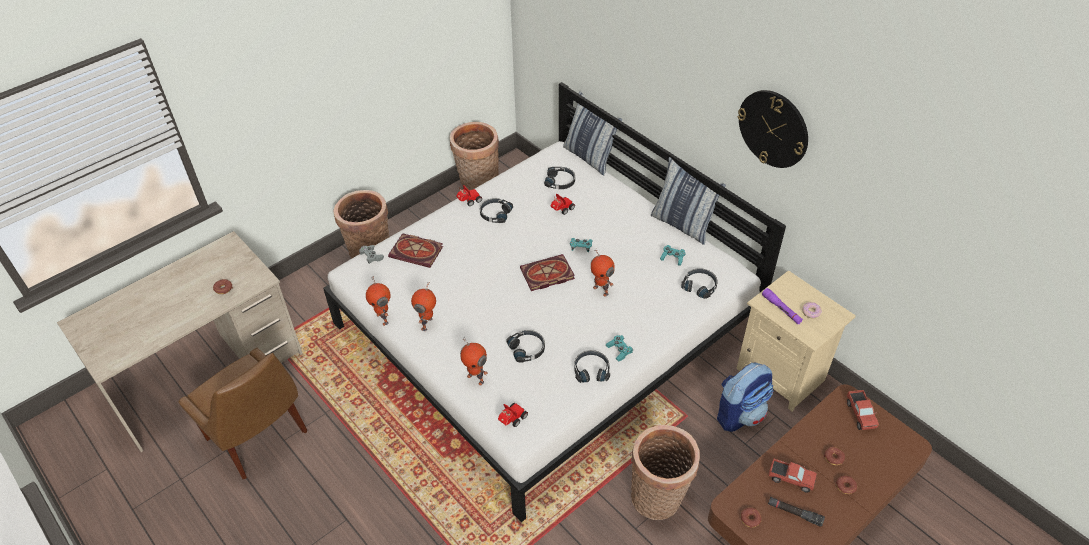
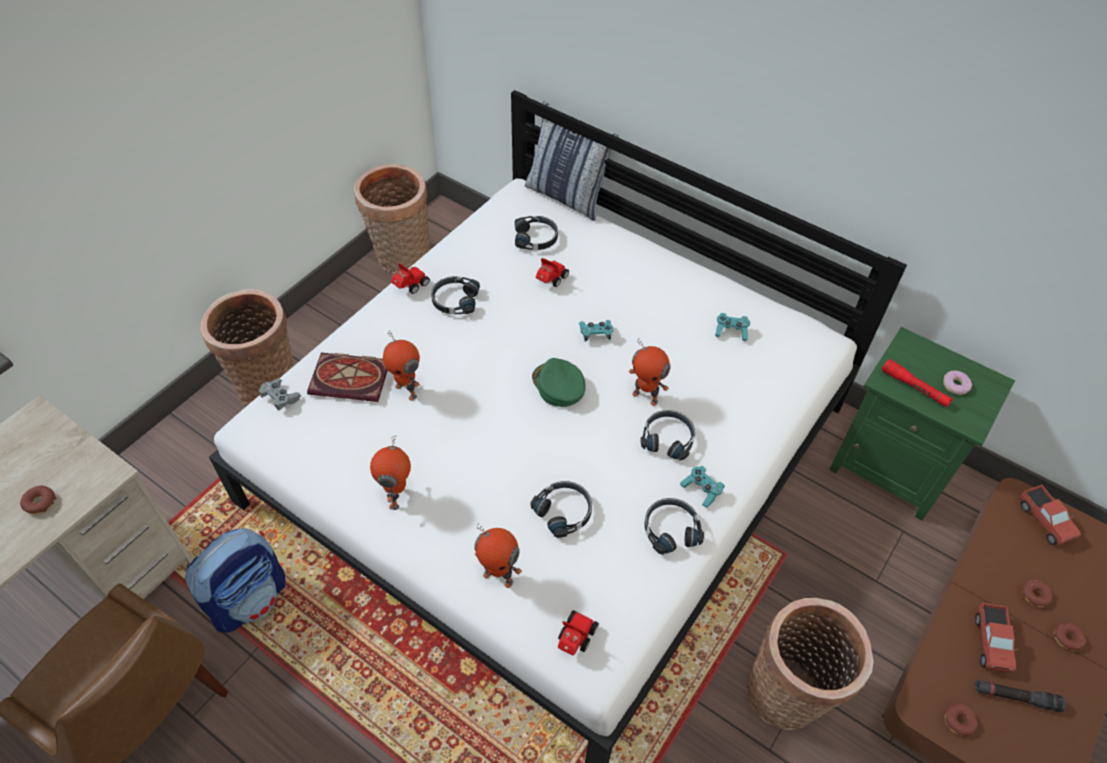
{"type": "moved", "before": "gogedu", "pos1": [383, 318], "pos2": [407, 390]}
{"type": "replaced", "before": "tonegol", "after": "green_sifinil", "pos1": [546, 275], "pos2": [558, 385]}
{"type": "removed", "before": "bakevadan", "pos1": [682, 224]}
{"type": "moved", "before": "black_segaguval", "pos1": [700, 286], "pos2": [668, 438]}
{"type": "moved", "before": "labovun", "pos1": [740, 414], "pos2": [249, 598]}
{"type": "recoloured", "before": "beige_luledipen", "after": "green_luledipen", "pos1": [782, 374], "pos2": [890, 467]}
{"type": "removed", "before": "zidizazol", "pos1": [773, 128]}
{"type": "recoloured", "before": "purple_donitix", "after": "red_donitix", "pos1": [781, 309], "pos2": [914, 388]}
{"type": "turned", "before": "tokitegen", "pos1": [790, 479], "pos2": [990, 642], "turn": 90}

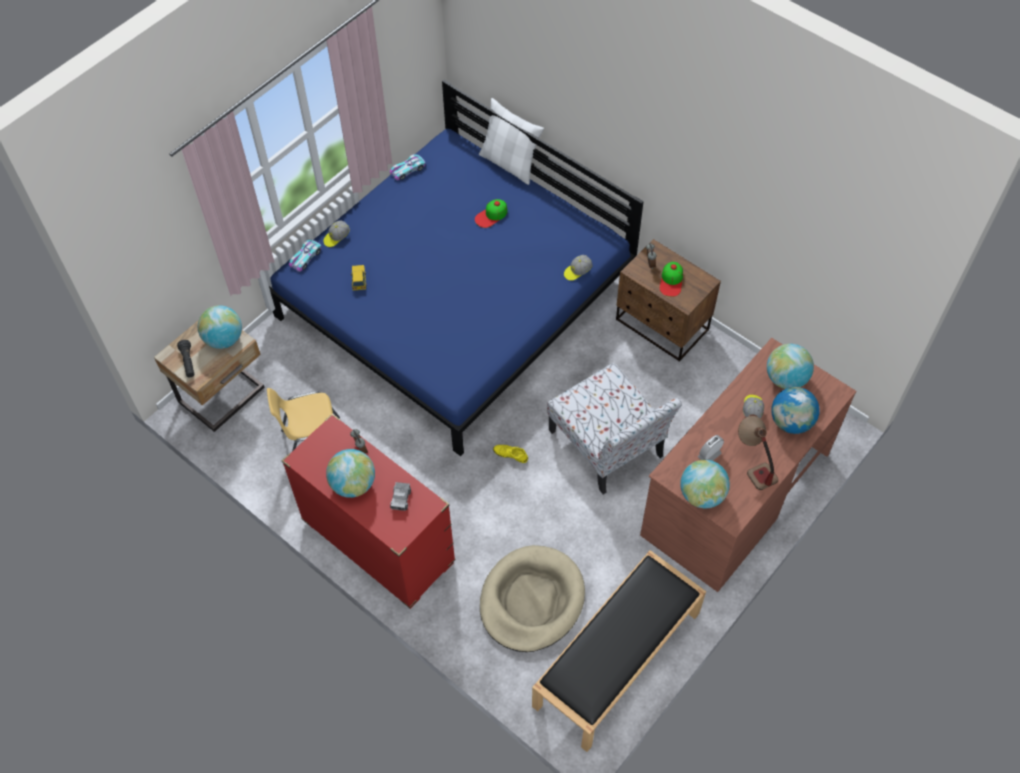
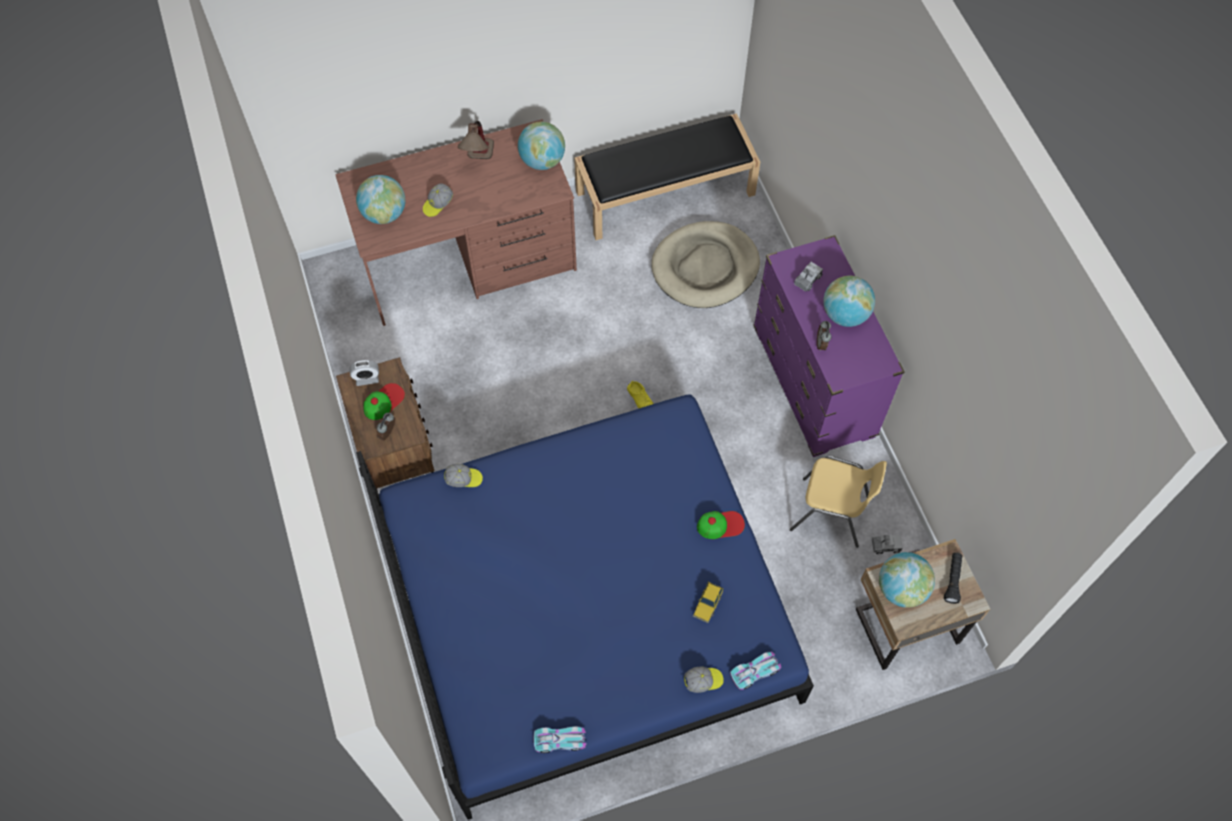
{"type": "recoloured", "before": "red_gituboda", "after": "purple_gituboda", "pos1": [378, 542], "pos2": [813, 383]}
{"type": "moved", "before": "sifinil", "pos1": [491, 215], "pos2": [720, 525]}
{"type": "removed", "before": "white_bakevadan", "pos1": [509, 164]}
{"type": "removed", "before": "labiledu", "pos1": [607, 445]}
{"type": "moved", "before": "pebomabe", "pos1": [709, 455], "pos2": [367, 378]}
{"type": "removed", "before": "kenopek", "pos1": [791, 422]}
{"type": "added", "after": "tokitegen", "pos2": [885, 546]}

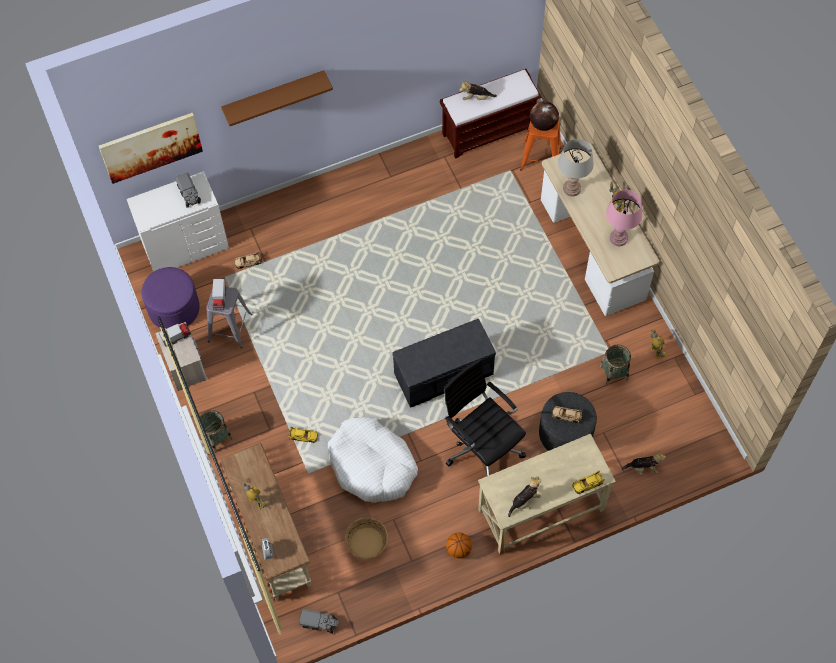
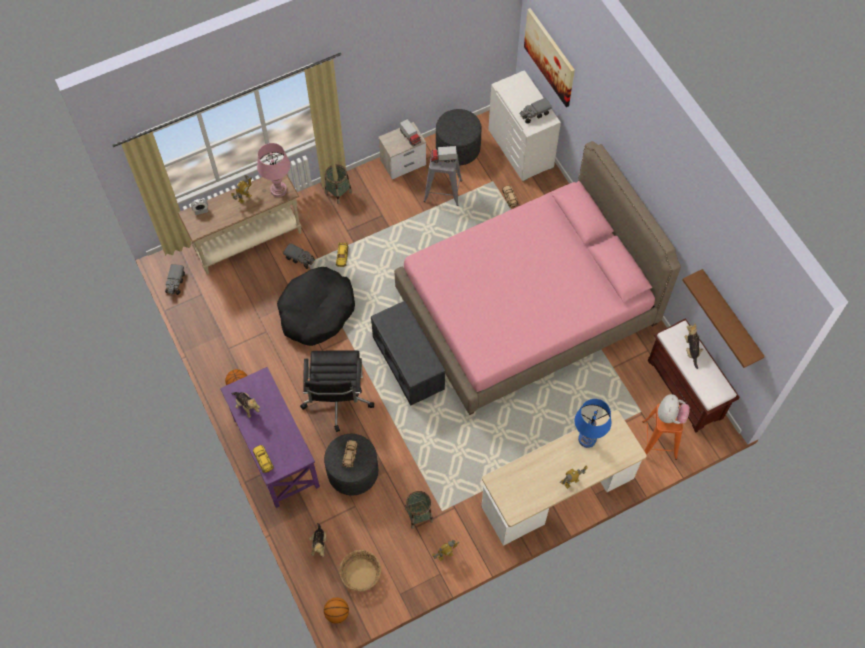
{"type": "recoloured", "before": "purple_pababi", "after": "grey_pababi", "pos1": [174, 309], "pos2": [458, 148]}
{"type": "moved", "before": "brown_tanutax", "pos1": [274, 95], "pos2": [730, 317]}
{"type": "recoloured", "before": "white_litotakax", "after": "black_litotakax", "pos1": [372, 465], "pos2": [316, 311]}
{"type": "moved", "before": "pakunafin", "pos1": [367, 542], "pos2": [361, 574]}
{"type": "turned", "before": "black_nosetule", "pos1": [482, 446], "pos2": [337, 399], "turn": 135}
{"type": "recoloured", "before": "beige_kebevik", "after": "purple_kebevik", "pos1": [541, 510], "pos2": [275, 452]}
{"type": "replaced", "before": "kenopek", "after": "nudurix", "pos1": [543, 124], "pos2": [670, 416]}
{"type": "recoloured", "before": "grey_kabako", "after": "blue_kabako", "pos1": [571, 189], "pos2": [587, 439]}
{"type": "moved", "before": "pink_kabako", "pos1": [618, 238], "pos2": [278, 190]}
{"type": "added", "after": "tokitegen", "pos2": [300, 259]}
{"type": "added", "after": "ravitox", "pos2": [337, 613]}
{"type": "added", "after": "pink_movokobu", "pos2": [526, 308]}

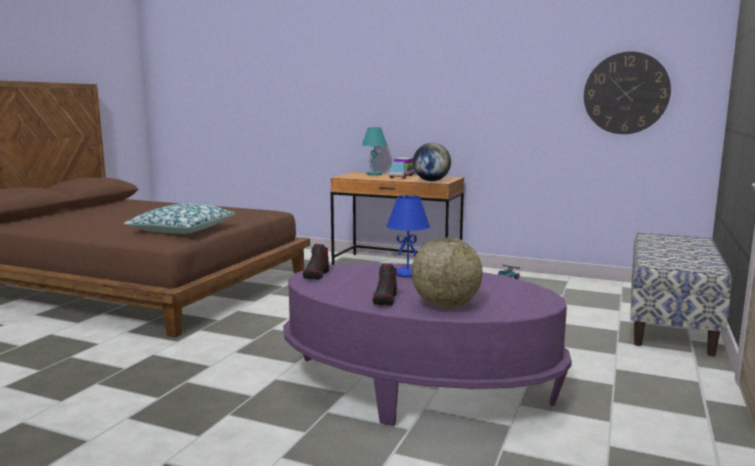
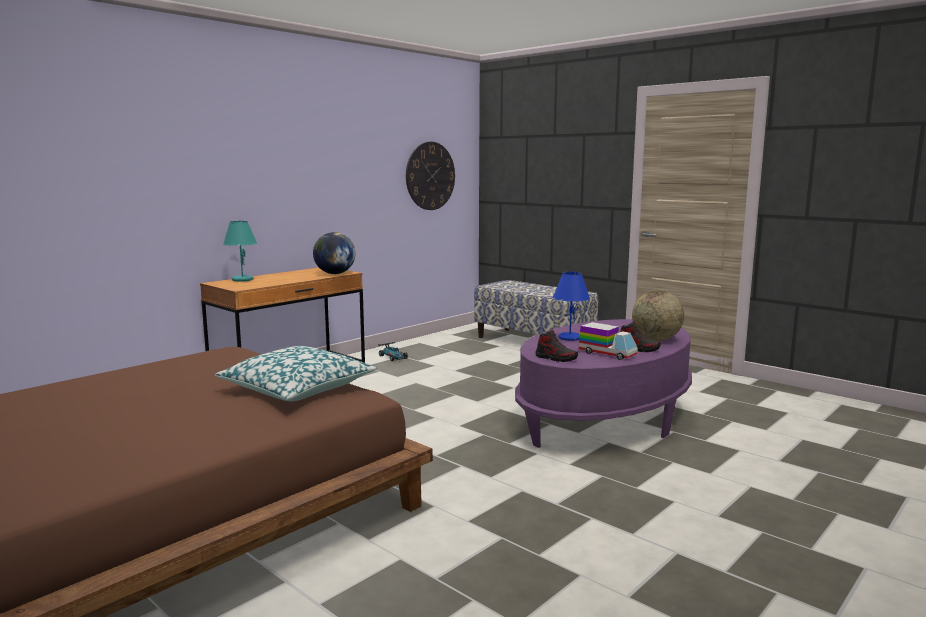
{"type": "moved", "before": "tokitegen", "pos1": [401, 176], "pos2": [607, 353]}

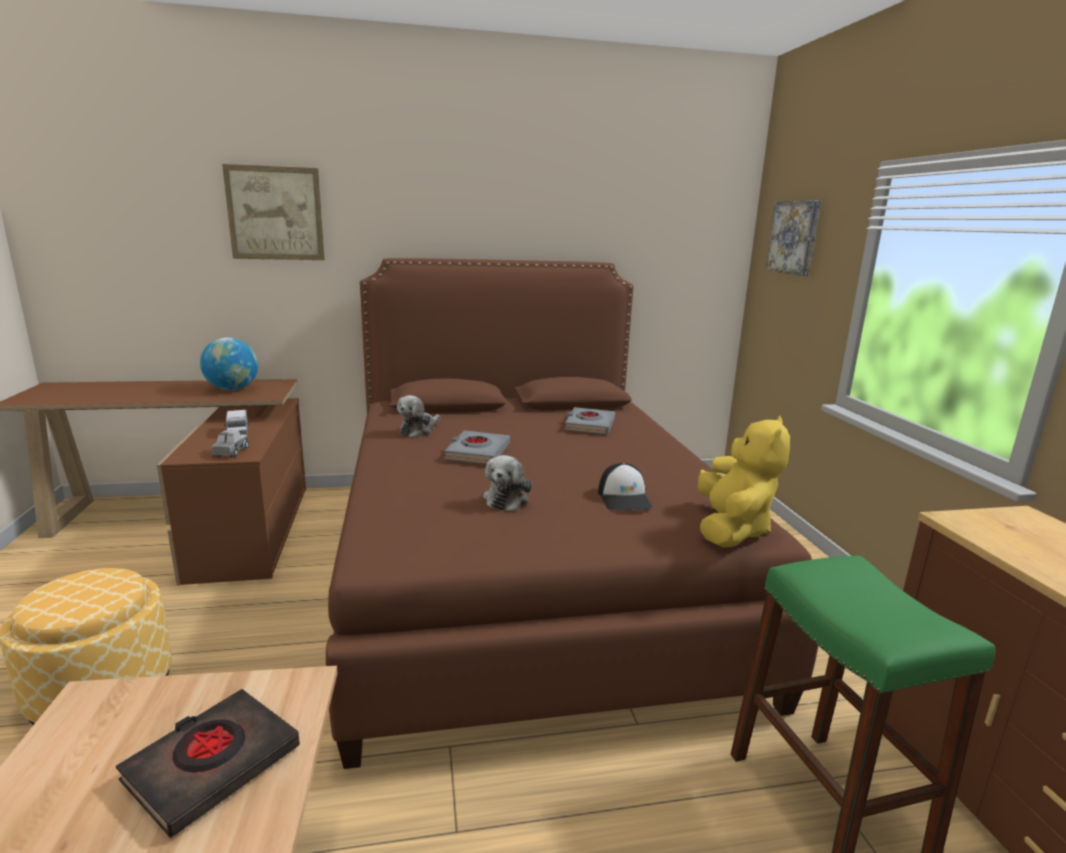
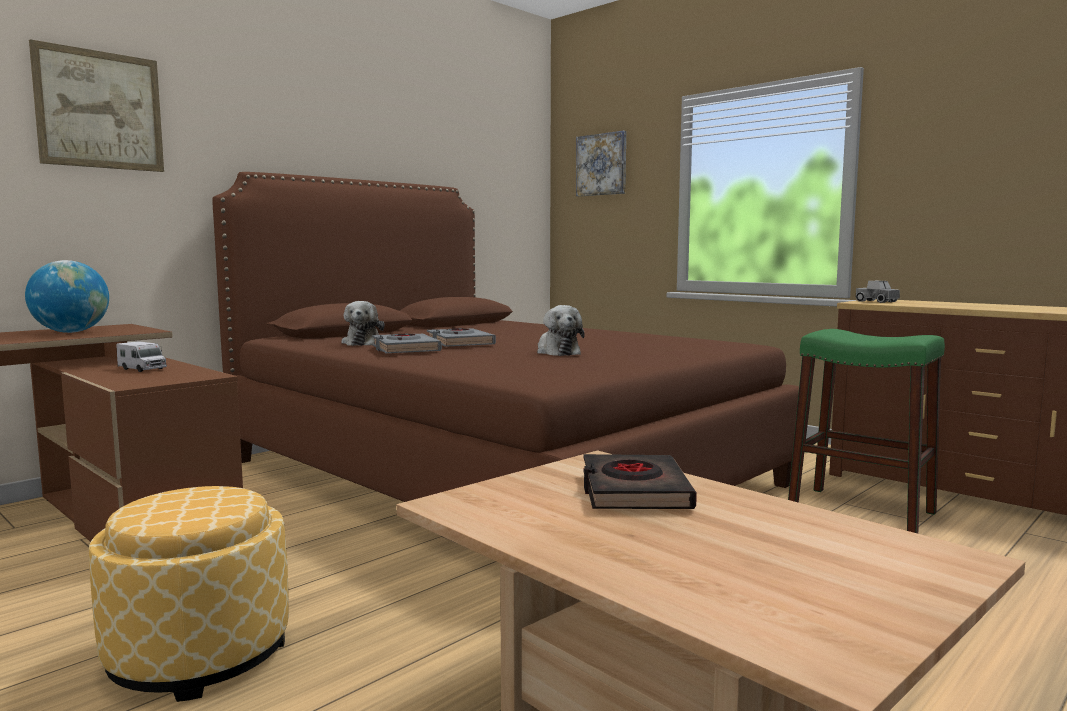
{"type": "moved", "before": "tokitegen", "pos1": [231, 452], "pos2": [877, 301]}
{"type": "moved", "before": "grey_tonegol", "pos1": [589, 425], "pos2": [405, 349]}
{"type": "removed", "before": "sifinil", "pos1": [625, 498]}
{"type": "removed", "before": "yellow_nudurix", "pos1": [731, 529]}

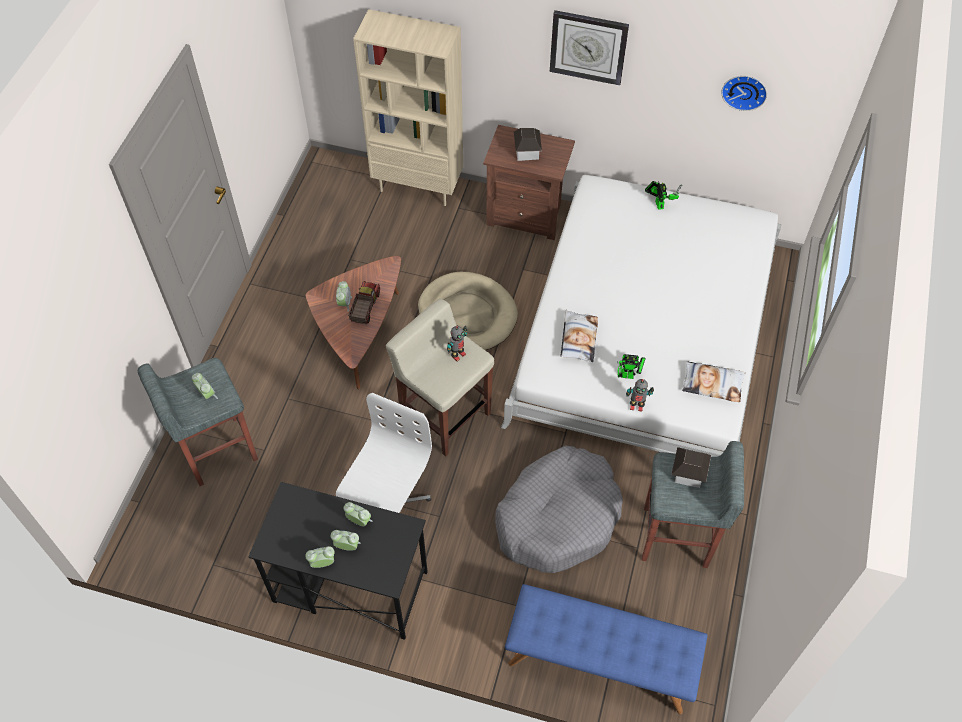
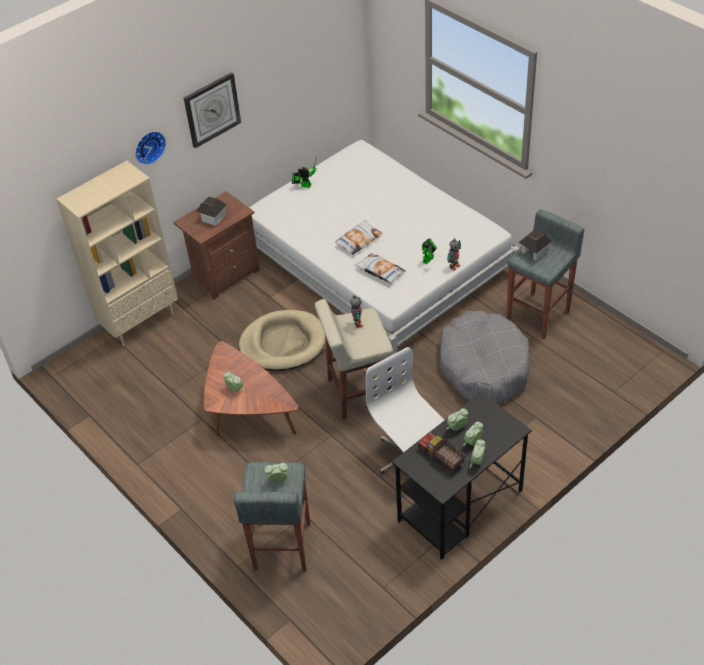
{"type": "moved", "before": "tokitegen", "pos1": [364, 308], "pos2": [441, 457]}
{"type": "removed", "before": "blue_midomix", "pos1": [600, 662]}
{"type": "moved", "before": "bakevadan", "pos1": [712, 384], "pos2": [358, 240]}
{"type": "moved", "before": "zidizazol", "pos1": [744, 90], "pos2": [148, 146]}

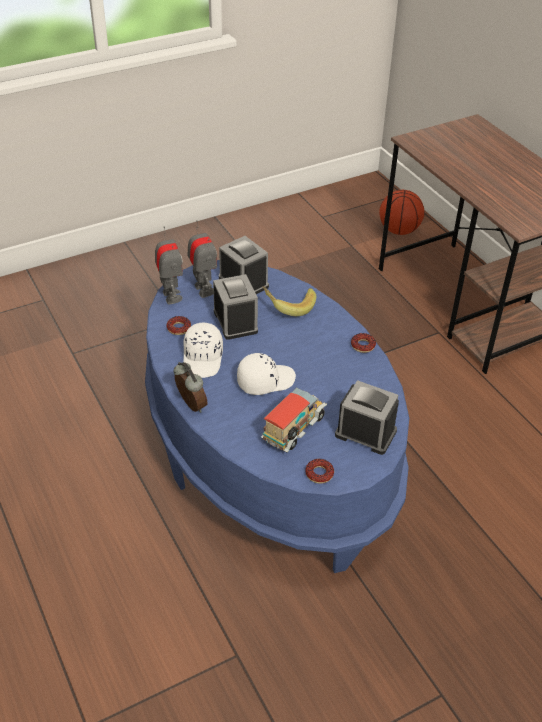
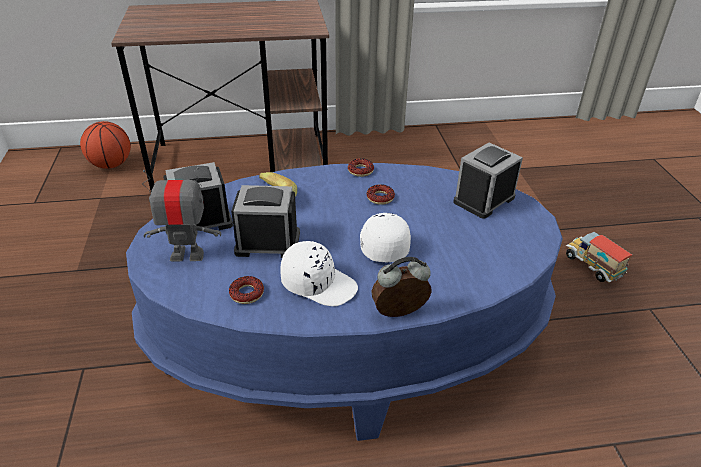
{"type": "removed", "before": "gogedu", "pos1": [171, 296]}
{"type": "moved", "before": "tokitegen", "pos1": [294, 431], "pos2": [593, 267]}
{"type": "moved", "before": "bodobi", "pos1": [319, 474], "pos2": [380, 198]}

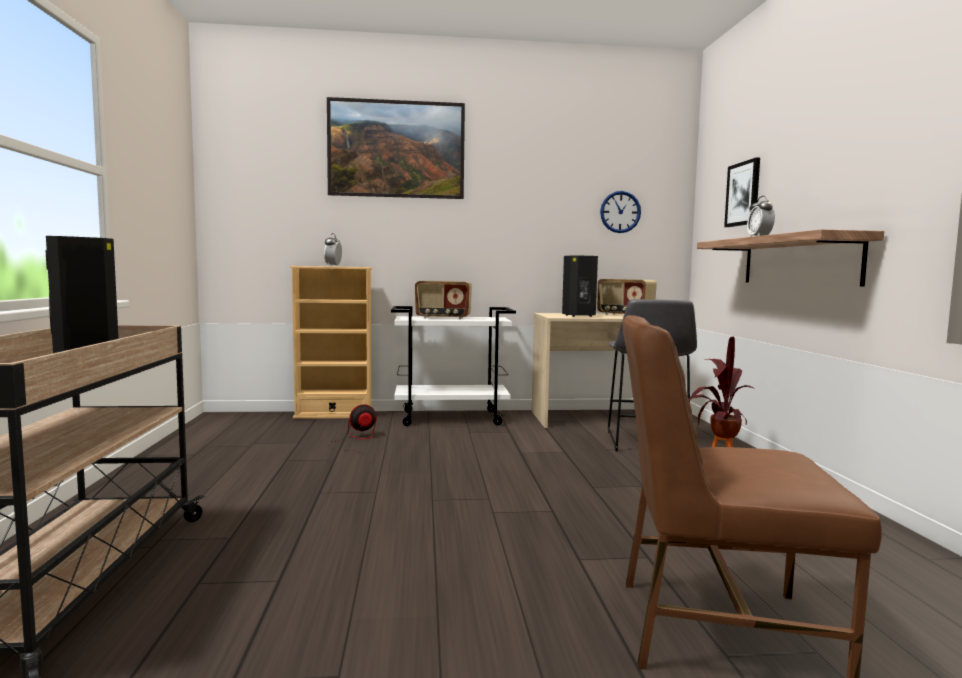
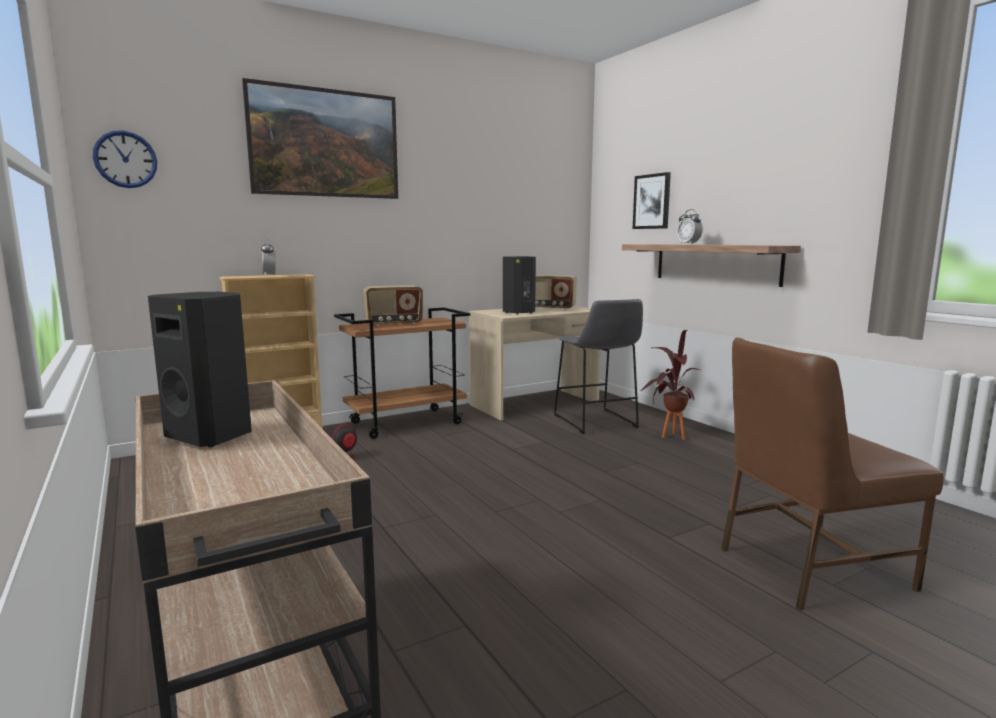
{"type": "recoloured", "before": "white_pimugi", "after": "brown_pimugi", "pos1": [452, 418], "pos2": [406, 423]}
{"type": "moved", "before": "zidizazol", "pos1": [620, 212], "pos2": [125, 159]}

